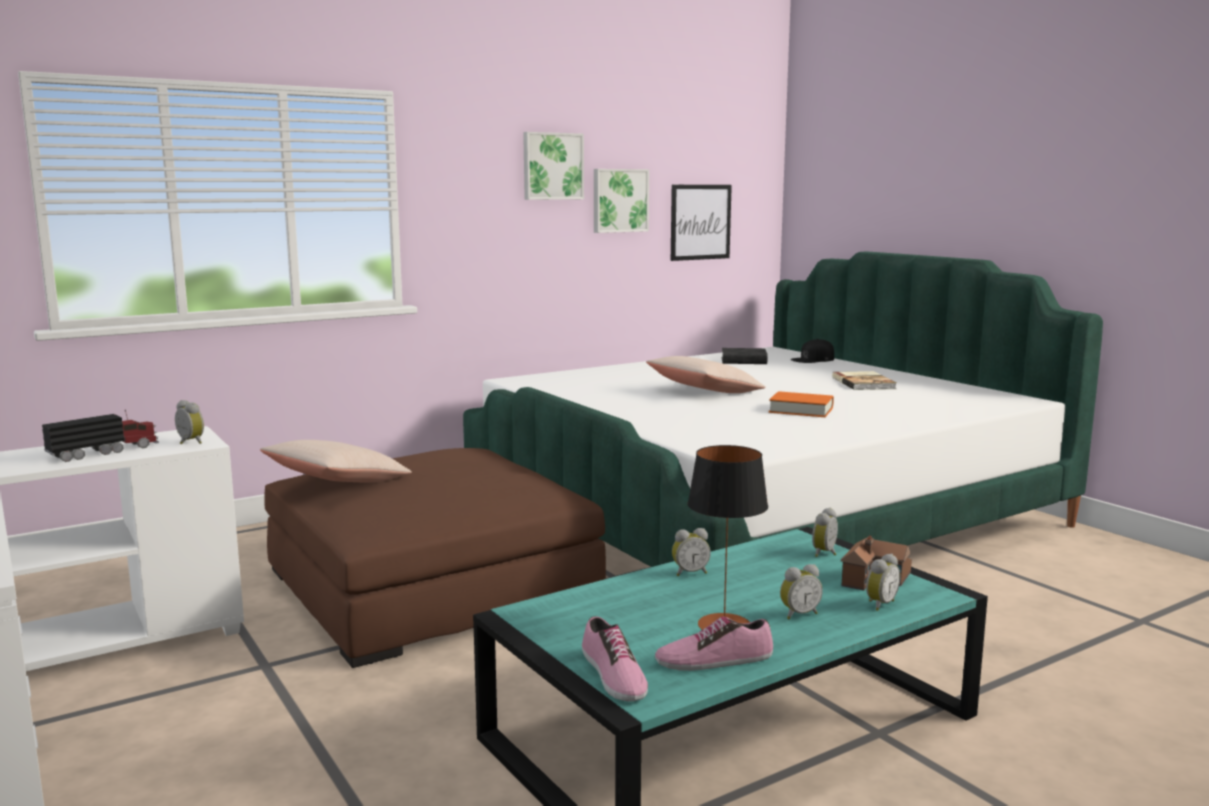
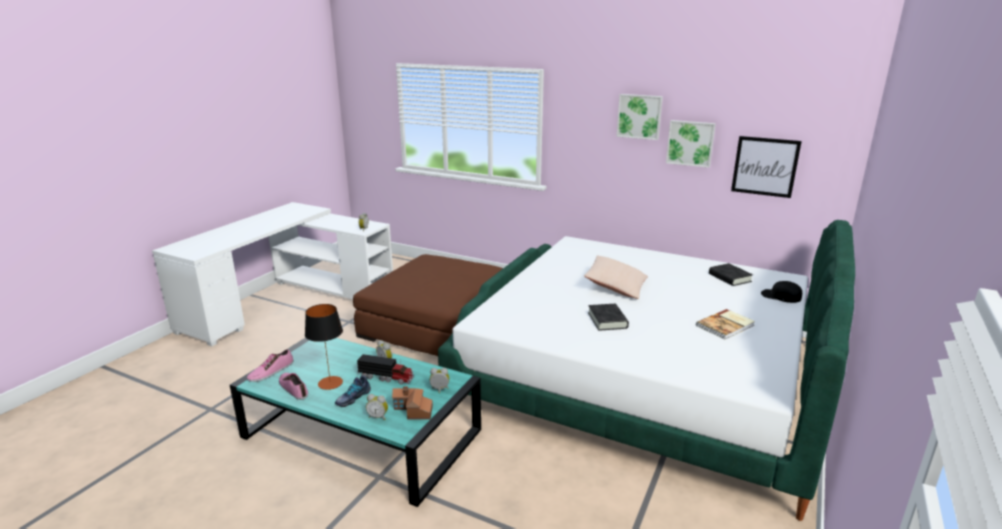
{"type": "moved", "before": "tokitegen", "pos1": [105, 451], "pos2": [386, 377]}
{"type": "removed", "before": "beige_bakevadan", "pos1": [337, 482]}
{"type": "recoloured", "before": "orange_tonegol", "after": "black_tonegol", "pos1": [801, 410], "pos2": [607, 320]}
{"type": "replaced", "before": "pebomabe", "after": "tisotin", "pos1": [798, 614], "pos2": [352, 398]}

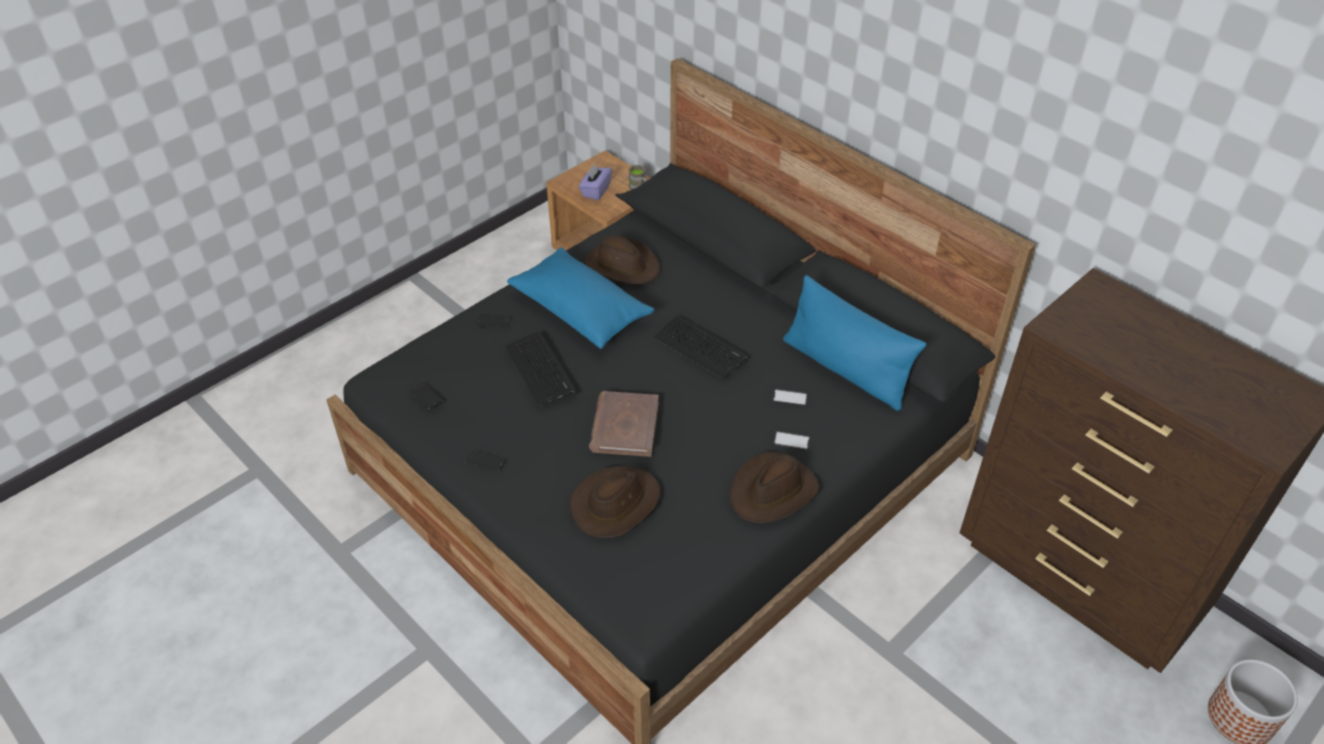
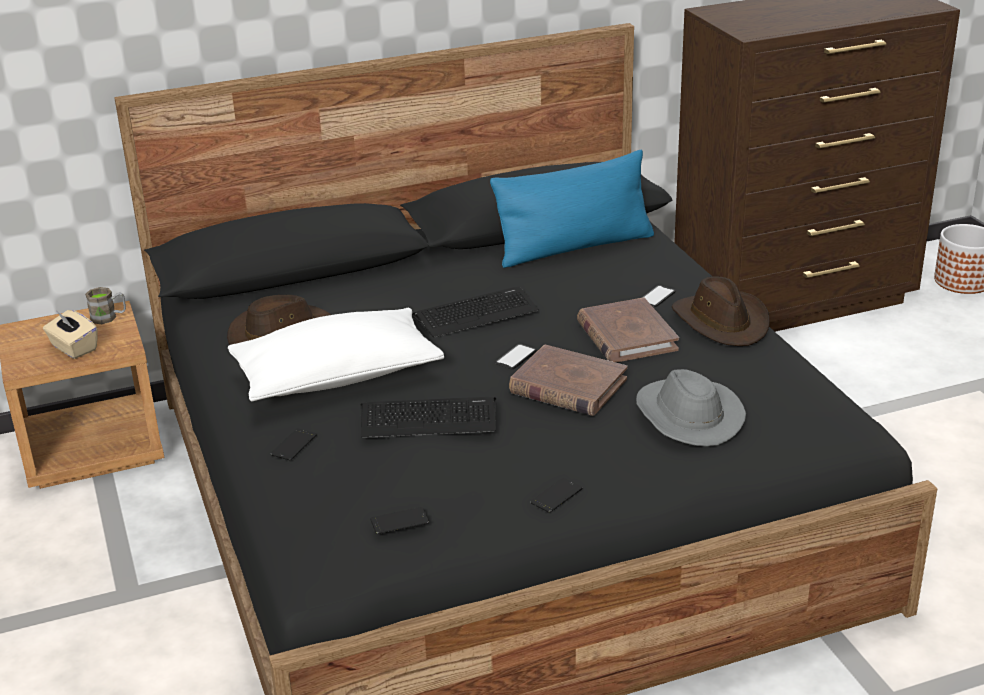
{"type": "recoloured", "before": "blue_bakevadan", "after": "white_bakevadan", "pos1": [580, 311], "pos2": [337, 377]}
{"type": "recoloured", "before": "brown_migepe", "after": "grey_migepe", "pos1": [616, 504], "pos2": [687, 415]}
{"type": "recoloured", "before": "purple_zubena", "after": "beige_zubena", "pos1": [595, 191], "pos2": [73, 348]}
{"type": "moved", "before": "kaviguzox", "pos1": [790, 398], "pos2": [515, 357]}
{"type": "added", "after": "brown_tonegol", "pos2": [626, 336]}

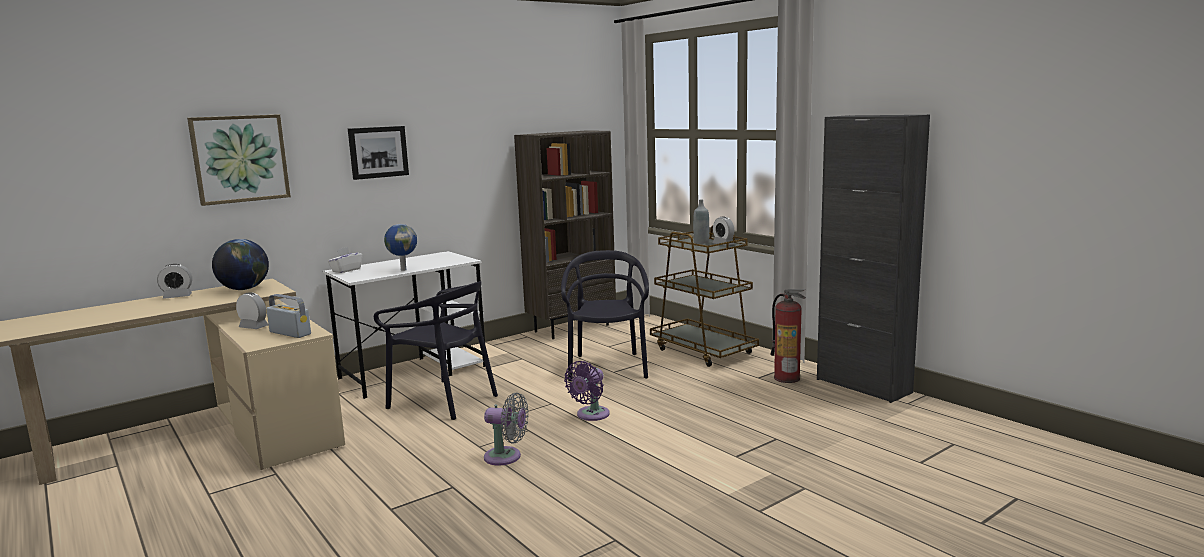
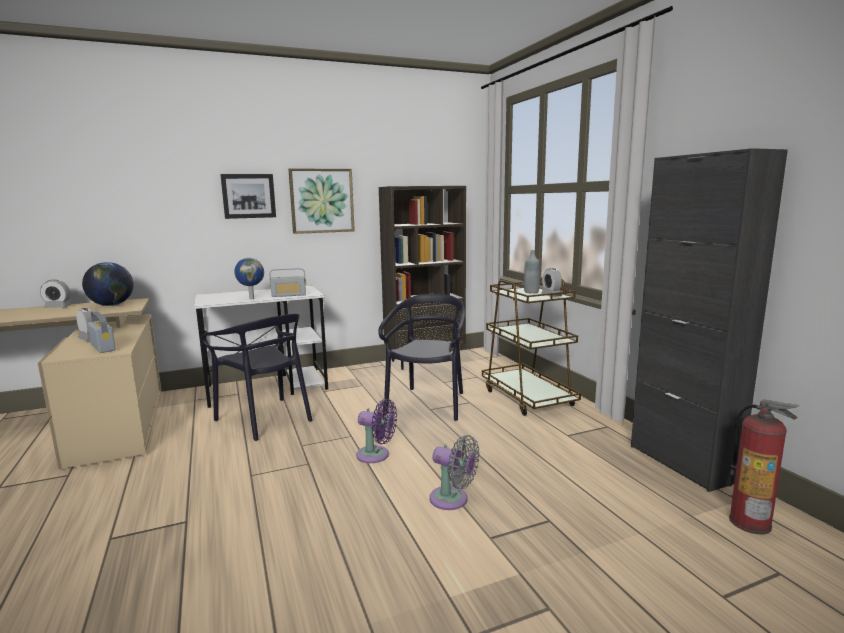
{"type": "moved", "before": "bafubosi", "pos1": [240, 158], "pos2": [322, 201]}
{"type": "removed", "before": "white_zubena", "pos1": [346, 270]}
{"type": "moved", "before": "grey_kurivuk", "pos1": [506, 457], "pos2": [452, 500]}
{"type": "turned", "before": "purple_kurivuk", "pos1": [591, 415], "pos2": [376, 455], "turn": -120}
{"type": "moved", "before": "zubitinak", "pos1": [787, 378], "pos2": [750, 522]}
{"type": "added", "after": "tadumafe", "pos2": [289, 295]}

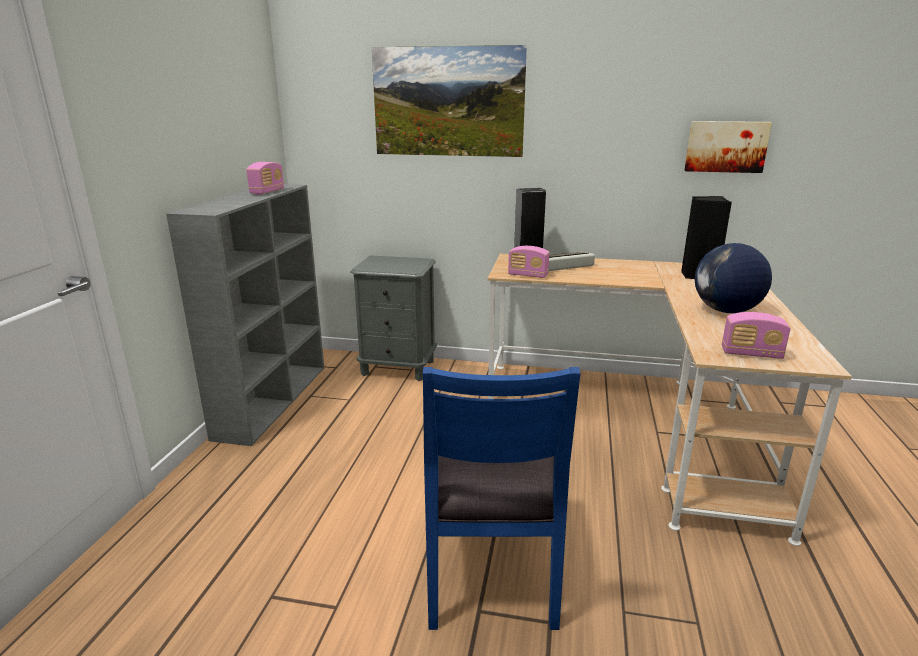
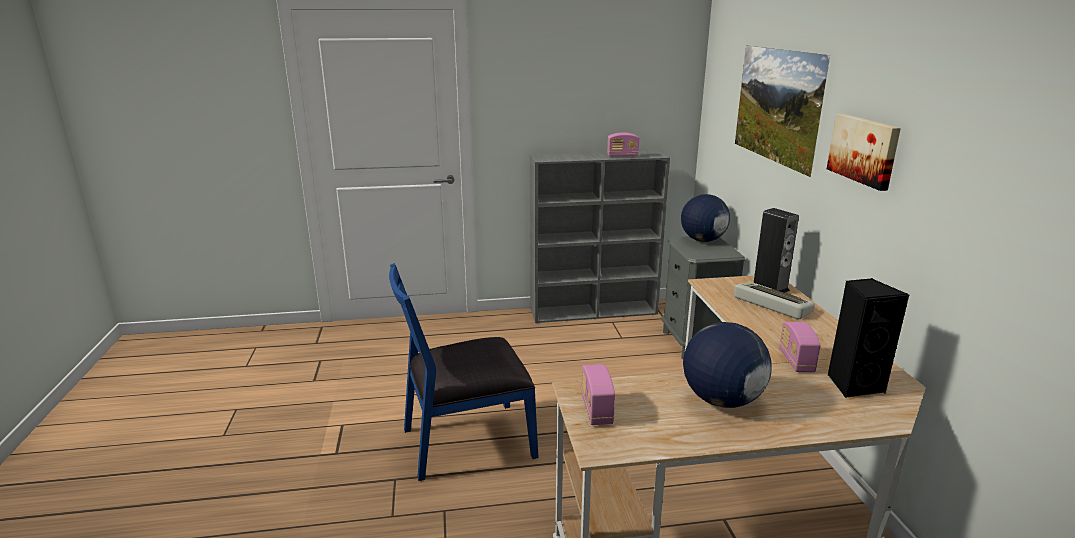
{"type": "moved", "before": "tadumafe", "pos1": [528, 275], "pos2": [796, 361]}
{"type": "moved", "before": "bafubosi", "pos1": [726, 146], "pos2": [864, 150]}
{"type": "added", "after": "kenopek", "pos2": [702, 240]}

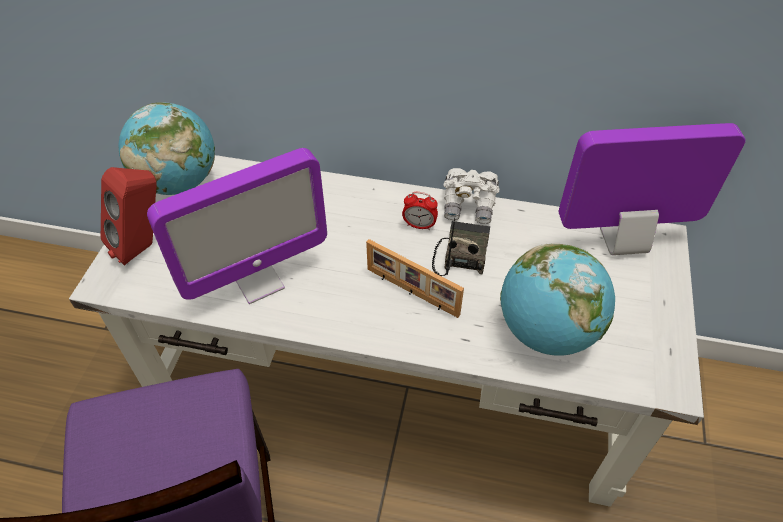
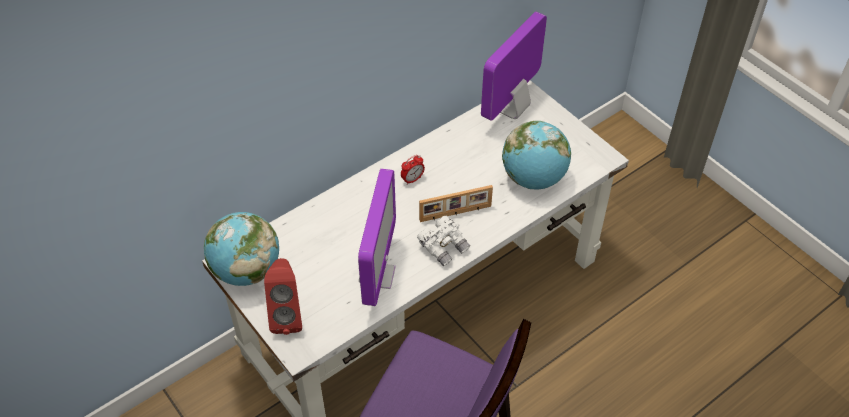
{"type": "removed", "before": "tadumafe", "pos1": [461, 254]}
{"type": "moved", "before": "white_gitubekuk", "pos1": [469, 205], "pos2": [443, 247]}

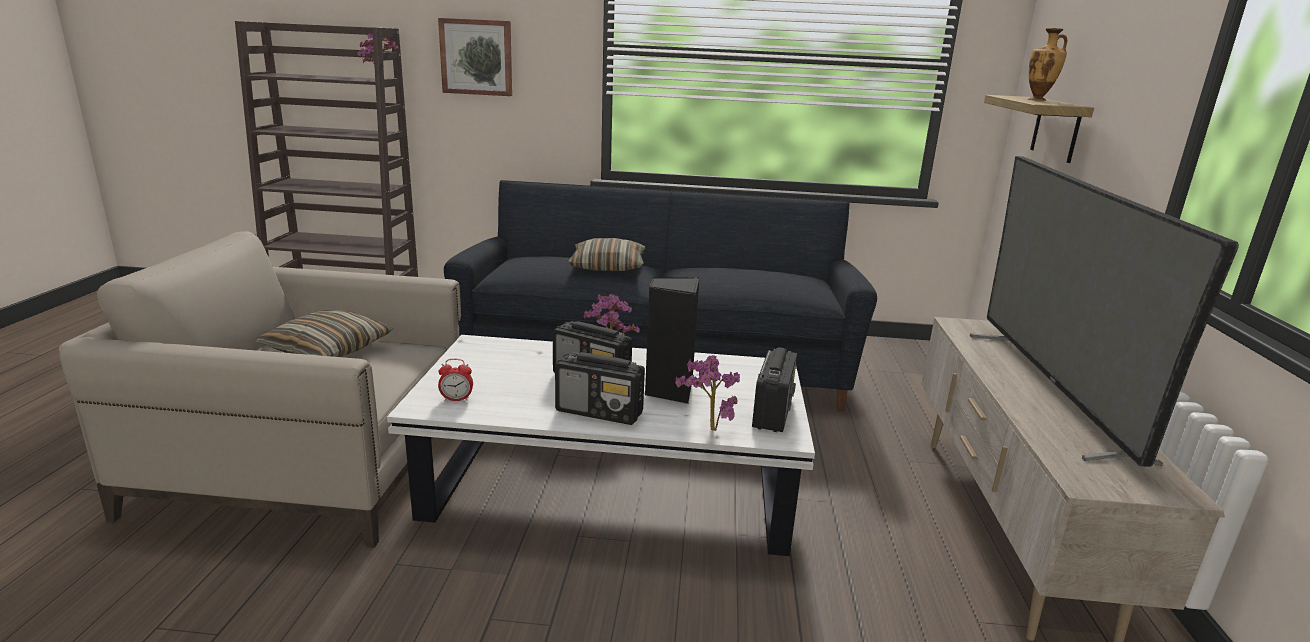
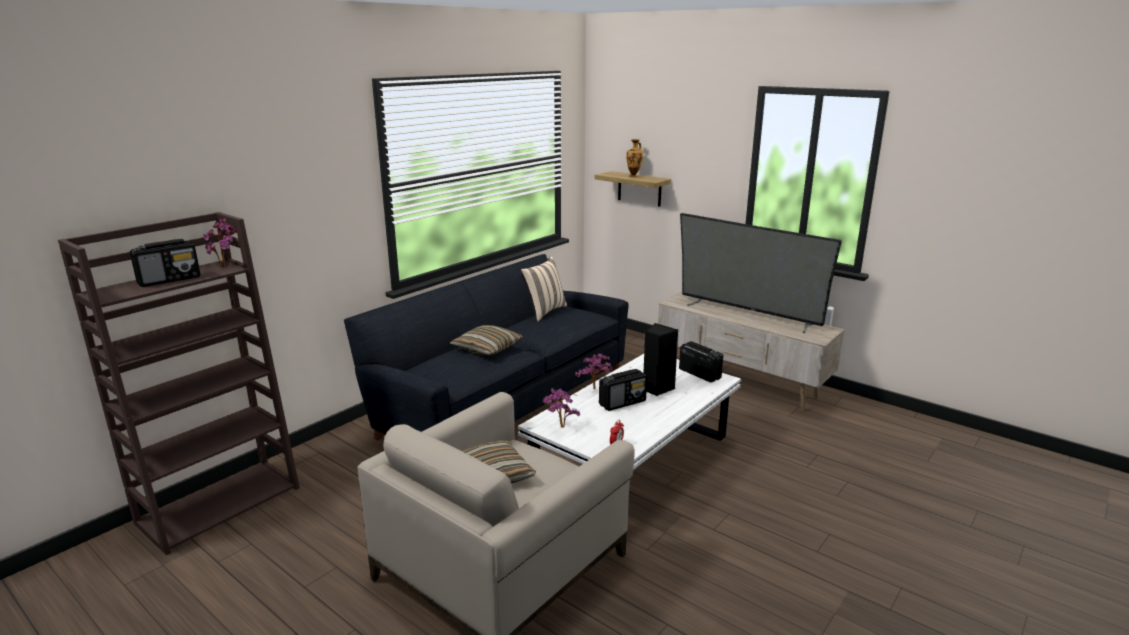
{"type": "removed", "before": "bafubosi", "pos1": [477, 57]}
{"type": "moved", "before": "tadumafe", "pos1": [600, 412], "pos2": [170, 280]}
{"type": "moved", "before": "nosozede", "pos1": [707, 428], "pos2": [559, 428]}
{"type": "added", "after": "beige_bakevadan", "pos2": [544, 312]}

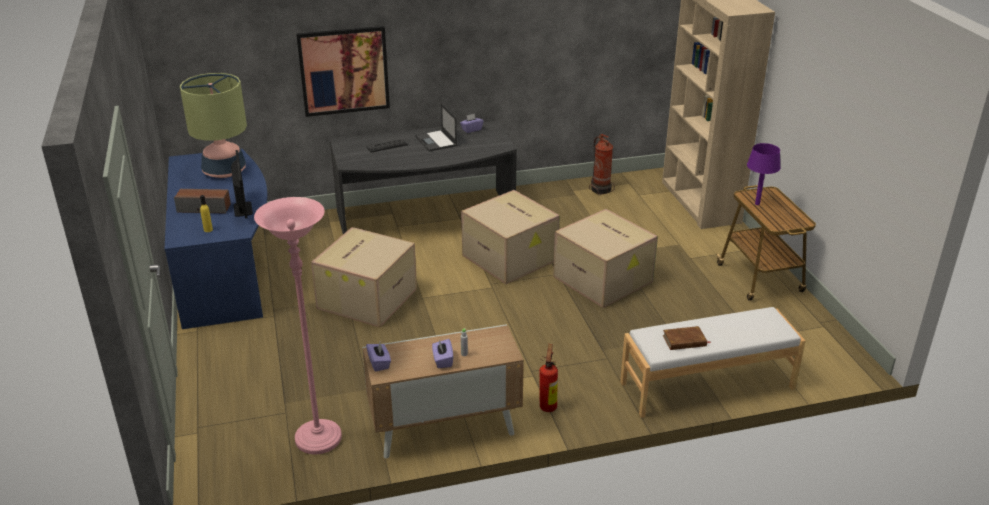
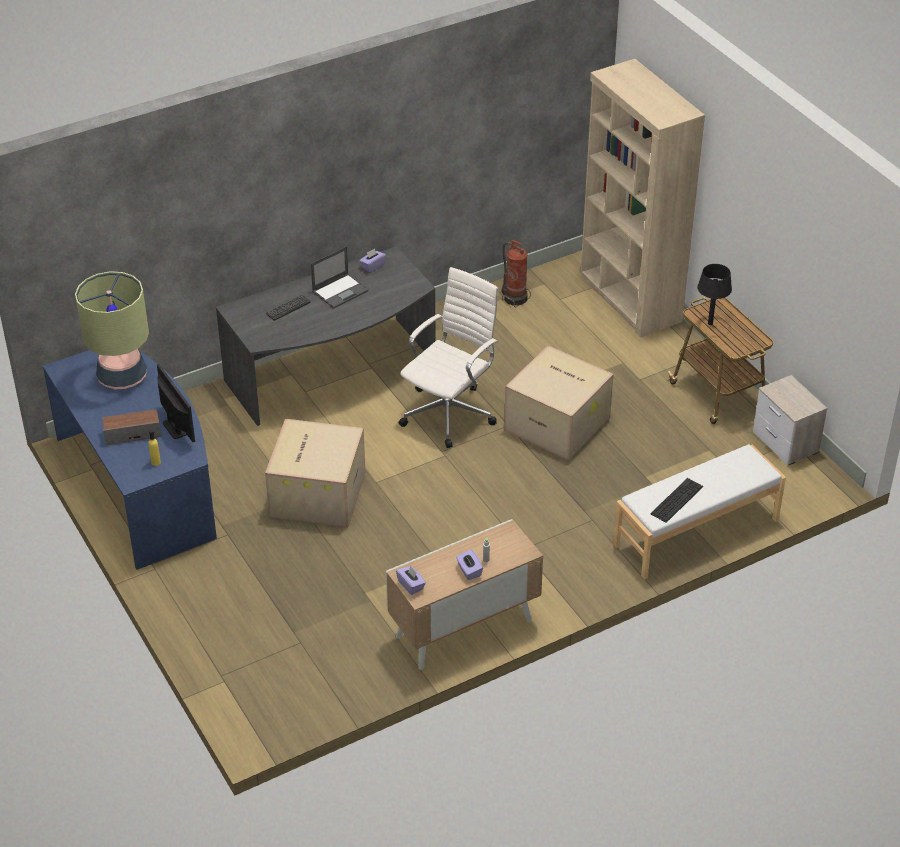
{"type": "removed", "before": "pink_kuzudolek", "pos1": [318, 439]}
{"type": "removed", "before": "bafubosi", "pos1": [344, 71]}
{"type": "turned", "before": "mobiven", "pos1": [436, 141], "pos2": [340, 291], "turn": -90}
{"type": "replaced", "before": "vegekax", "after": "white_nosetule", "pos1": [511, 257], "pos2": [450, 412]}
{"type": "removed", "before": "zubitinak", "pos1": [548, 405]}
{"type": "replaced", "before": "brown_tonegol", "after": "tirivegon", "pos1": [684, 341], "pos2": [676, 500]}
{"type": "recoloured", "before": "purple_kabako", "after": "black_kabako", "pos1": [757, 204], "pos2": [710, 323]}
{"type": "added", "after": "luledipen", "pos2": [786, 443]}

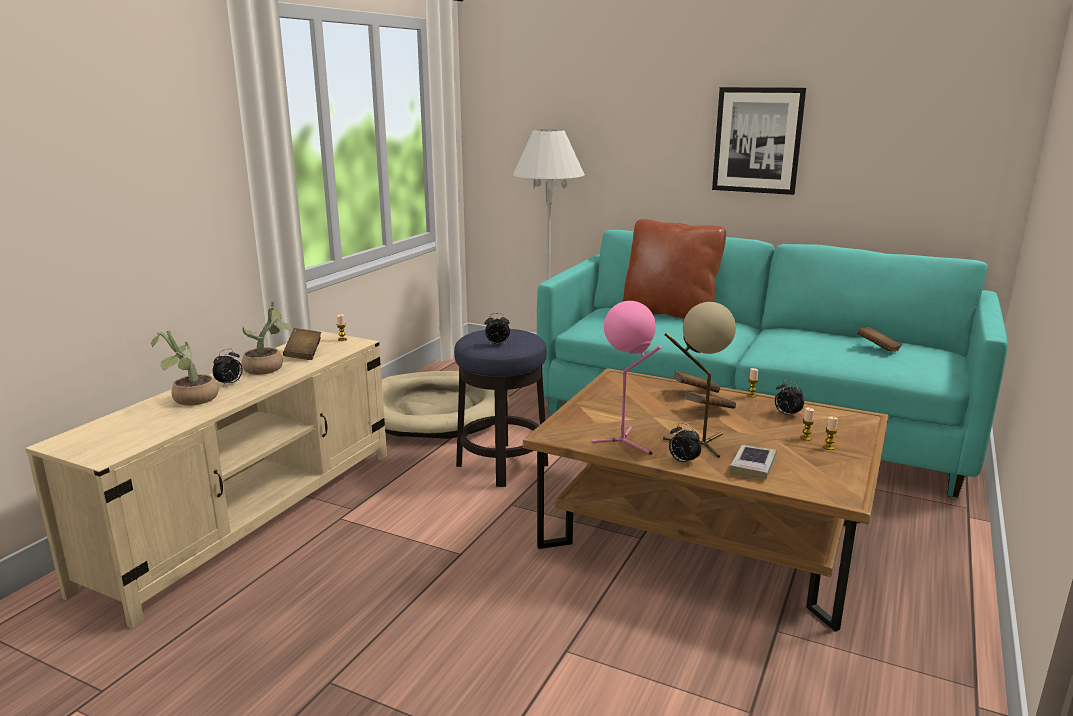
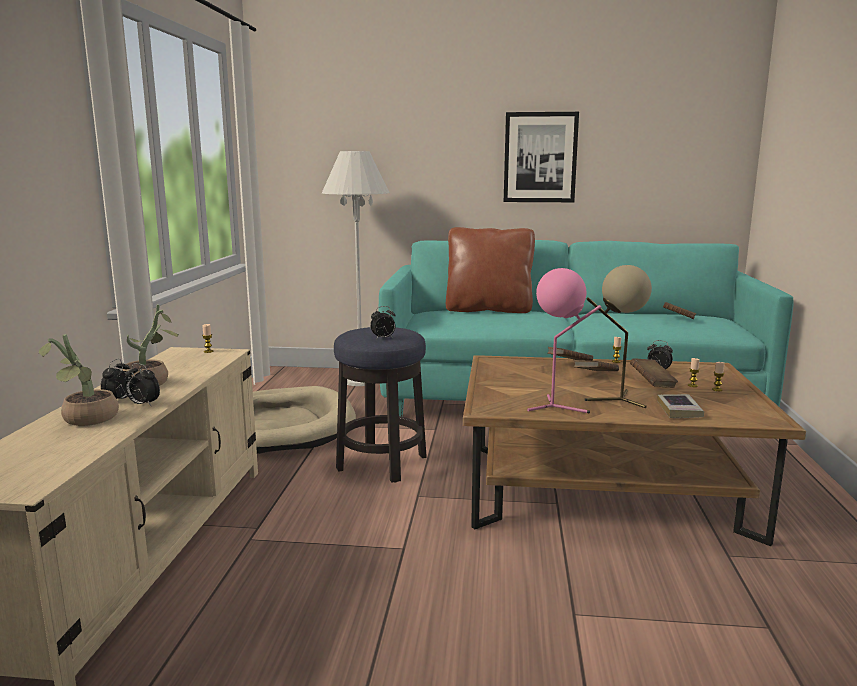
{"type": "moved", "before": "brown_tonegol", "pos1": [304, 354], "pos2": [652, 383]}
{"type": "moved", "before": "pebomabe", "pos1": [683, 461], "pos2": [143, 404]}

